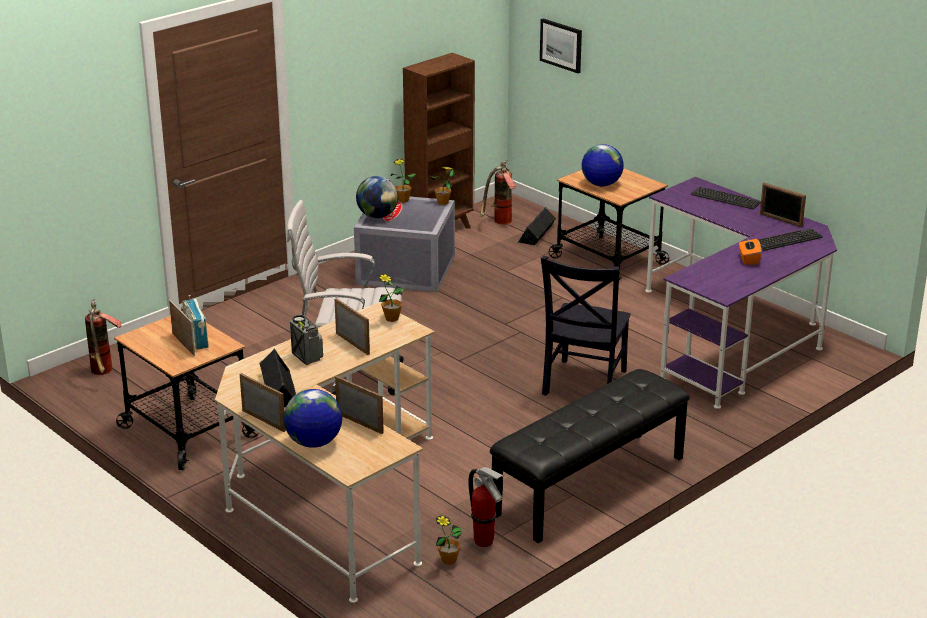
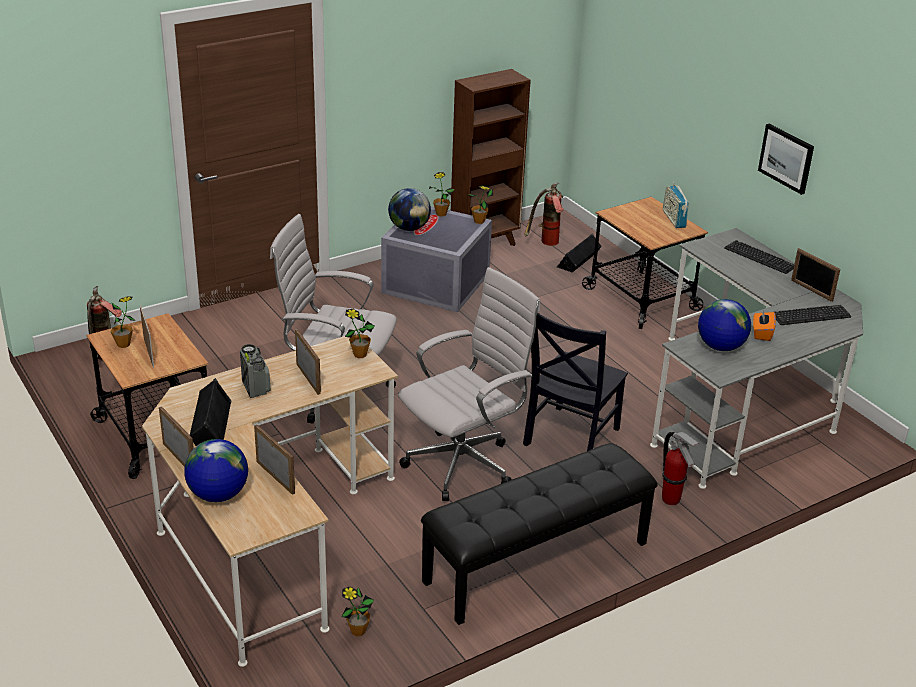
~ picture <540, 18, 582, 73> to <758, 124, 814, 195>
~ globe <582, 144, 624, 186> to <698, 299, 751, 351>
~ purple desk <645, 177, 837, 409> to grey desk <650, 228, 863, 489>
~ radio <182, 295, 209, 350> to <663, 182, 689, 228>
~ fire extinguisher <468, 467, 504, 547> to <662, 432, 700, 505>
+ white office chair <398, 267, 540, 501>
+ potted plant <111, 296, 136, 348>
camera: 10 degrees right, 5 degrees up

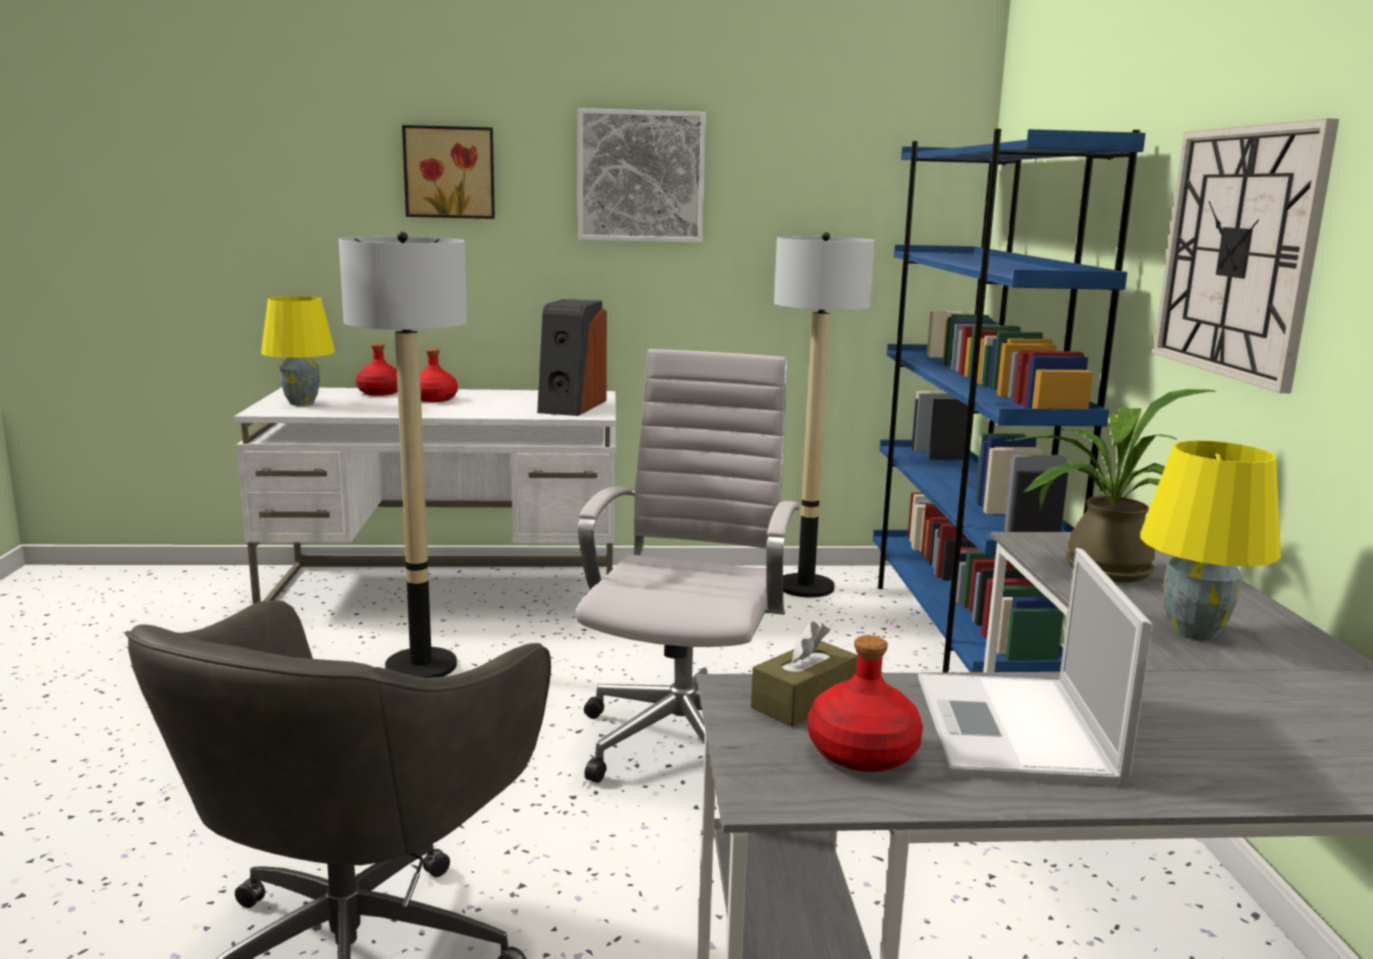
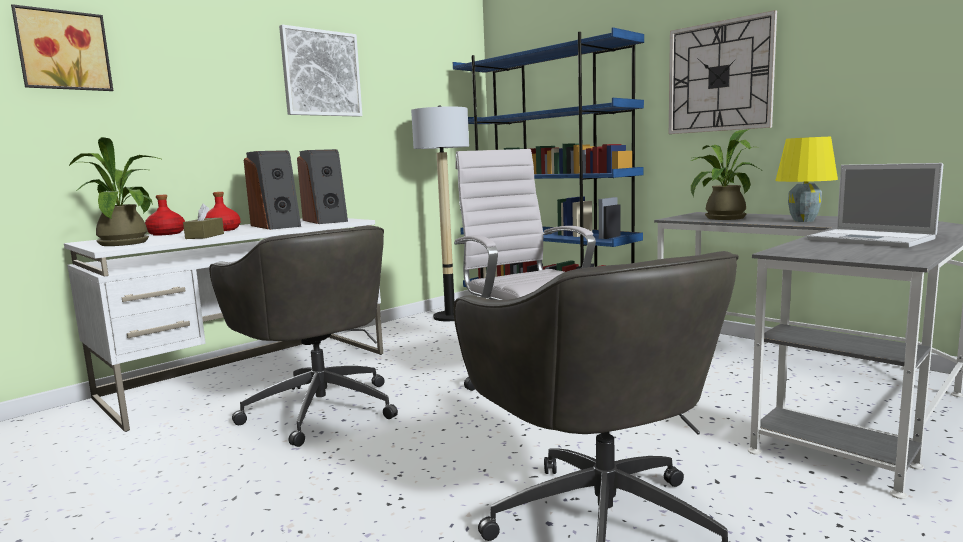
~ picture <402, 125, 495, 219> to <11, 4, 113, 91>
~ floor lamp <339, 232, 467, 678> to grey office chair <209, 226, 398, 447>
~ yellow table lamp <261, 296, 335, 406> to potted plant <69, 137, 163, 246>
~ brown tissue box <751, 622, 858, 727> to <183, 204, 224, 239>
- red bottle <808, 635, 923, 772>
+ speaker <244, 150, 301, 230>
camera: 40 degrees left, 5 degrees down

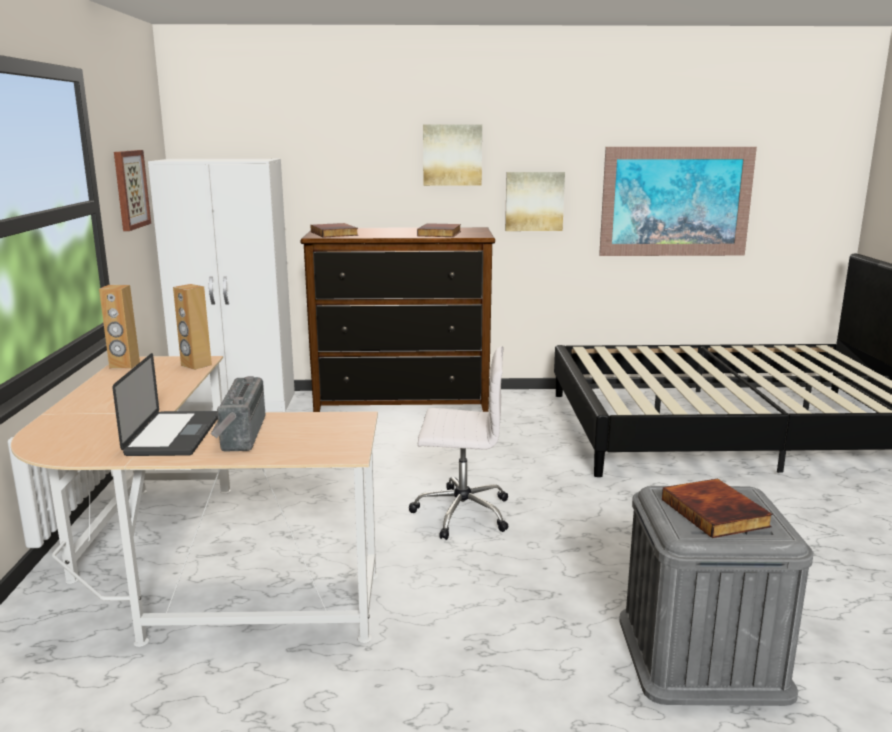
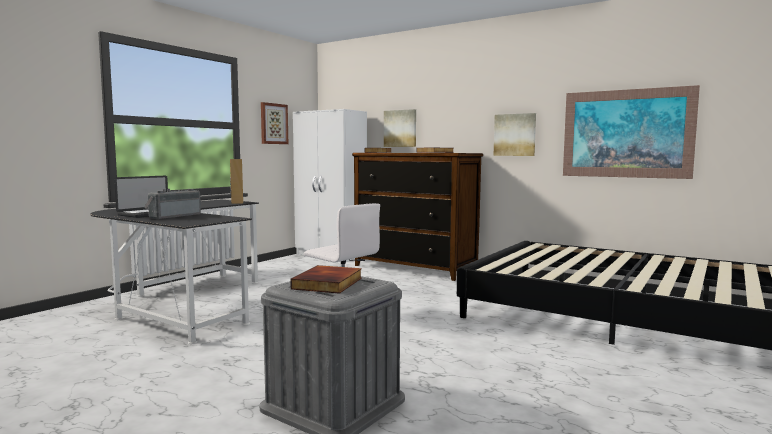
~ picture <423, 125, 482, 186> to <384, 109, 416, 147>
- brown speaker <99, 285, 140, 369>
~ beige desk <11, 356, 379, 647> to black desk <90, 200, 259, 344>
camera: 35 degrees right, 10 degrees down

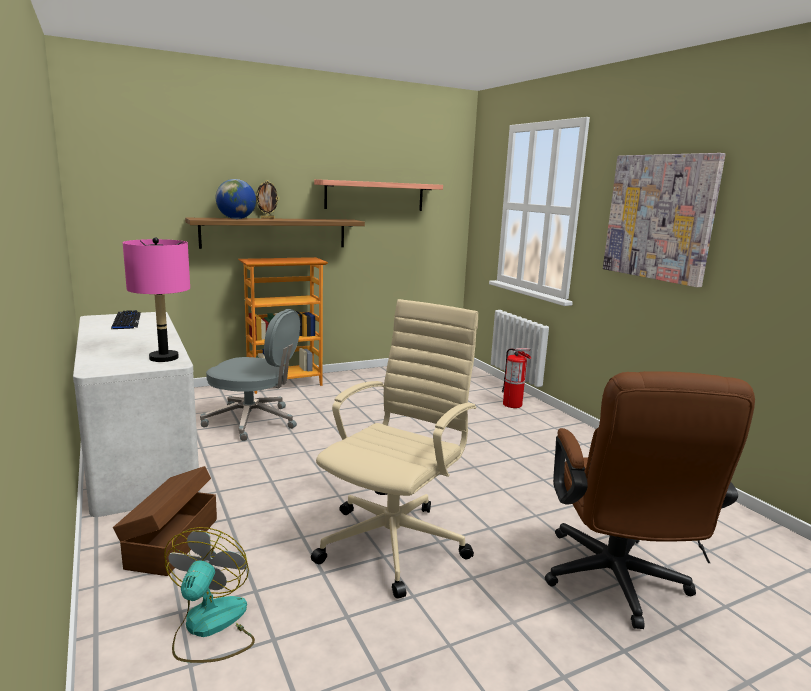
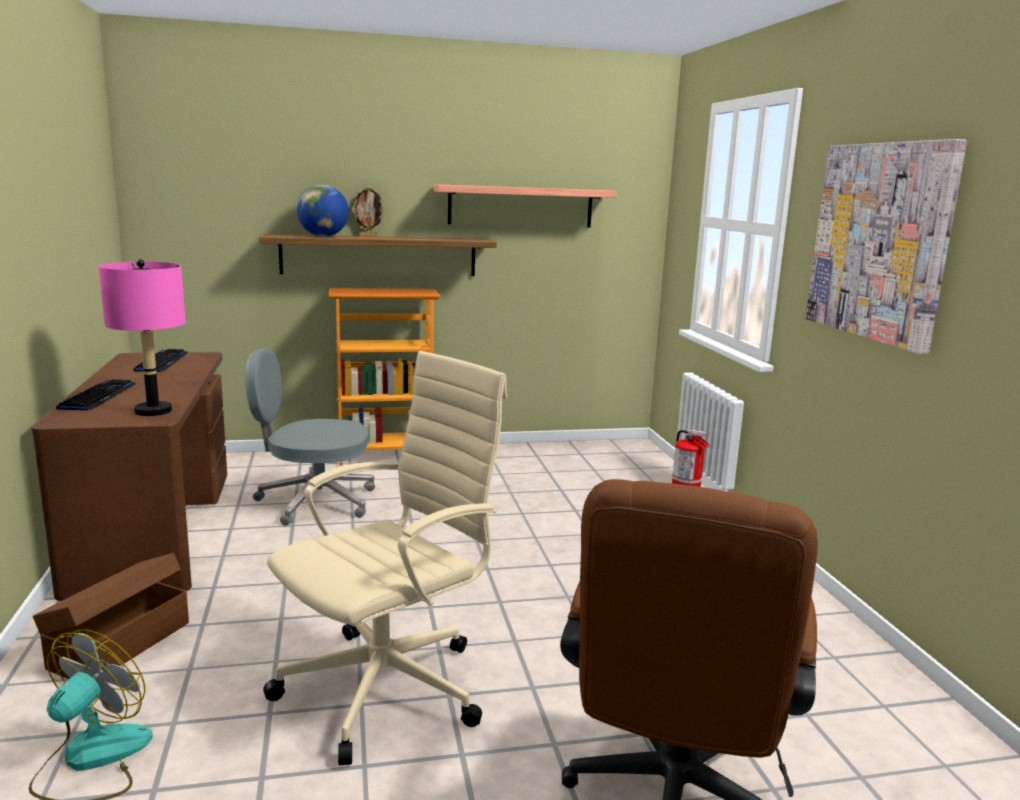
~ grey office chair <200, 309, 300, 441> = <245, 348, 375, 526> 150 degrees clockwise
~ white desk <73, 312, 200, 517> to brown desk <31, 352, 227, 601>
+ keyboard <56, 379, 137, 410>
camera: 15 degrees right, 0 degrees up

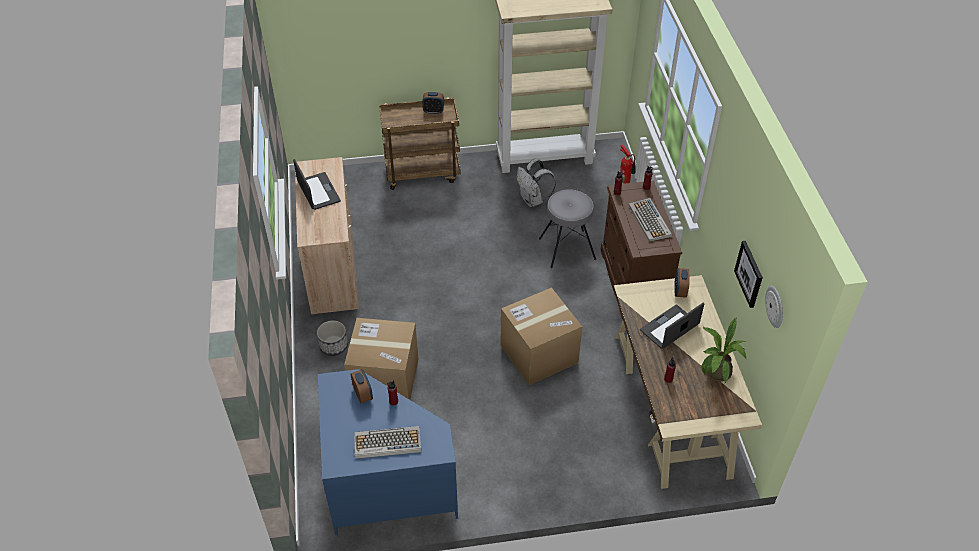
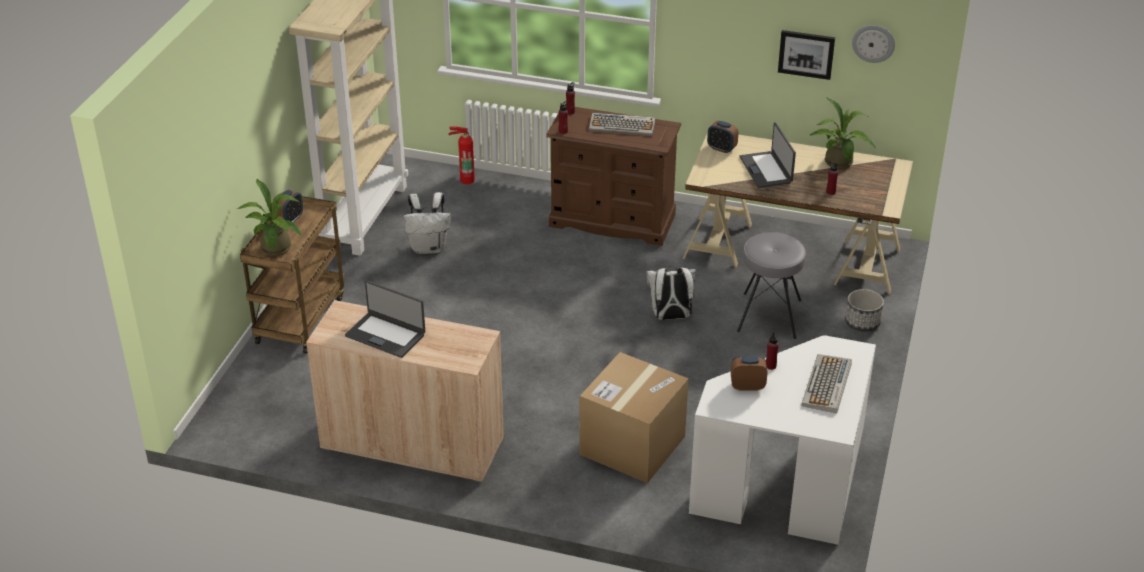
~ laptop <293, 159, 341, 210> = <345, 280, 425, 358> 150 degrees counterclockwise
~ grey stool <539, 189, 596, 268> to <737, 232, 806, 339>
~ cardboard box <501, 287, 582, 385> to white backpack <646, 266, 696, 320>
~ planter <317, 321, 348, 356> to <845, 289, 884, 332>
~ blue desk <318, 369, 458, 535> to white desk <689, 335, 876, 545>
+ potted plant <237, 179, 302, 256>
camera: 65 degrees left, 10 degrees down

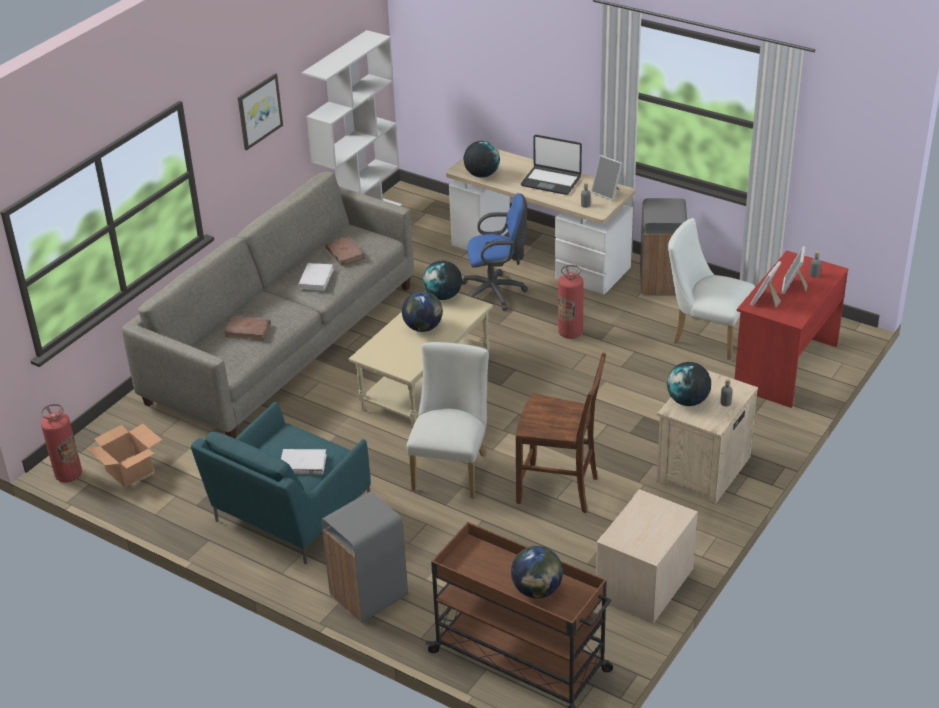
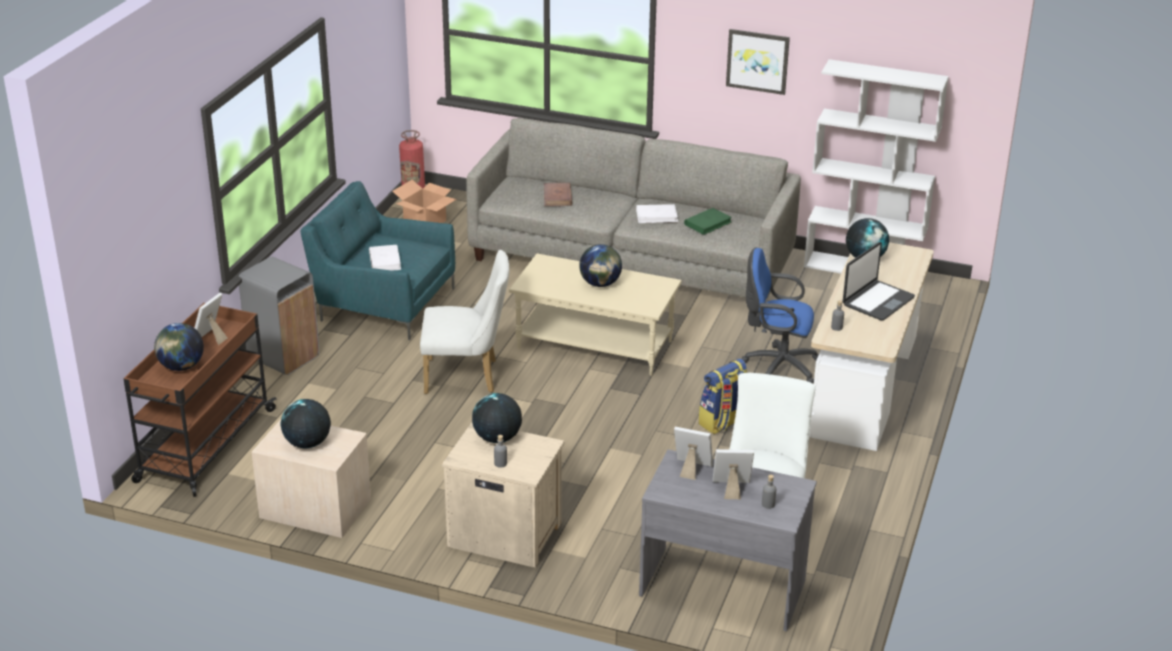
~ laptop <521, 135, 582, 195> = <843, 242, 915, 320> 150 degrees counterclockwise
~ picture frame <591, 155, 622, 201> to <195, 293, 227, 345>
~ blue office chair <462, 193, 528, 311> = <742, 248, 819, 383> 120 degrees clockwise
- grey trash can <640, 198, 687, 296>
~ brown book <325, 237, 365, 266> to green book <684, 208, 732, 235>
~ red desk <735, 251, 848, 408> to grey desk <639, 449, 817, 631>
~ globe <423, 261, 462, 300> to <281, 399, 331, 448>
~ fire extinguisher <558, 265, 584, 339> to backpack <699, 358, 748, 434>
- brown chair <516, 353, 606, 513>
camera: 75 degrees right, 5 degrees down

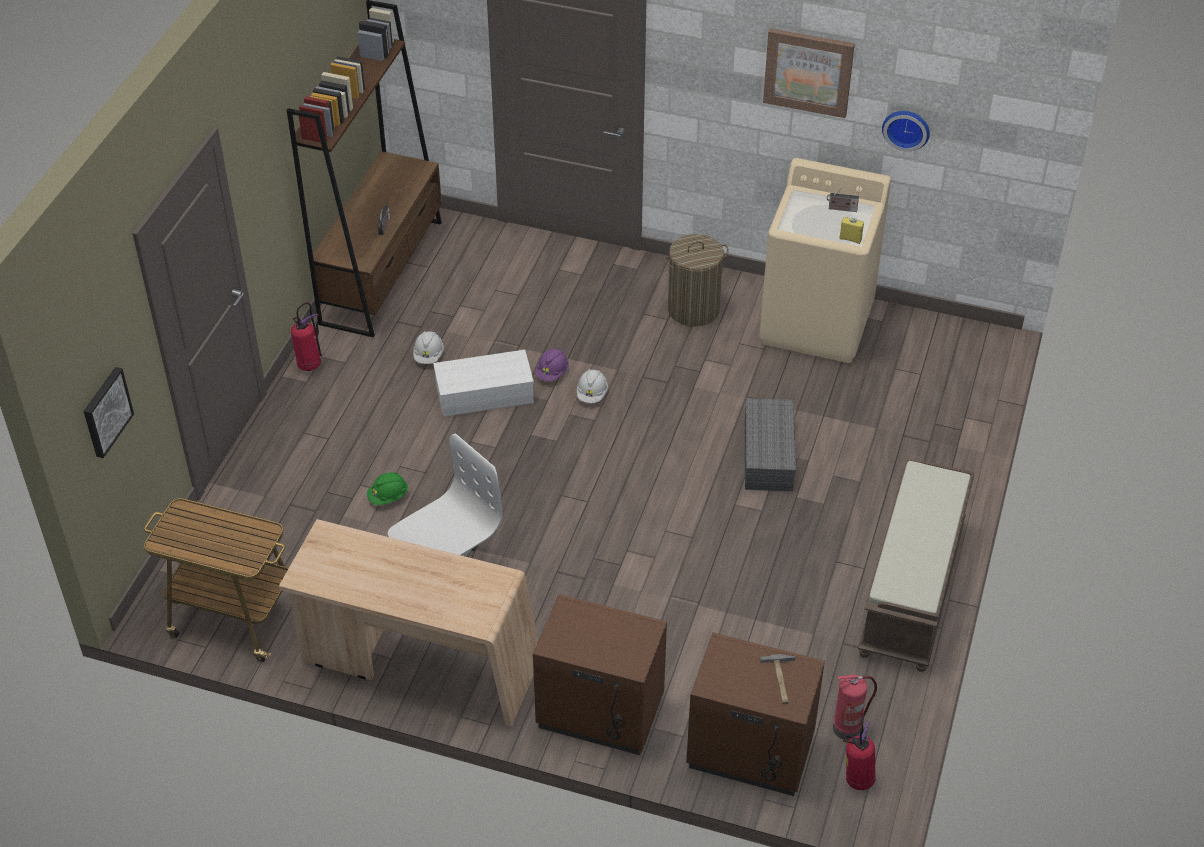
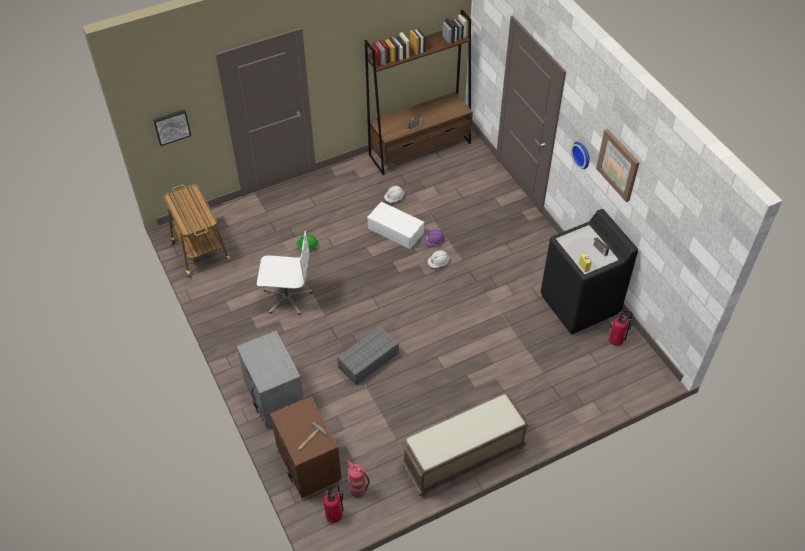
~ wall clock <882, 111, 930, 152> to <571, 142, 590, 169>
~ beige washing machine <760, 158, 891, 363> to black washing machine <541, 209, 638, 334>
- laundry basket <664, 234, 729, 327>
~ fire extinguisher <291, 302, 322, 371> to <609, 311, 634, 346>
~ grey storage box <745, 398, 796, 491> to <337, 326, 399, 385>
- beige desk <279, 519, 538, 727>
~ brown nightstand <533, 594, 667, 755> to grey nightstand <236, 331, 304, 428>
camera: 45 degrees right, 5 degrees up

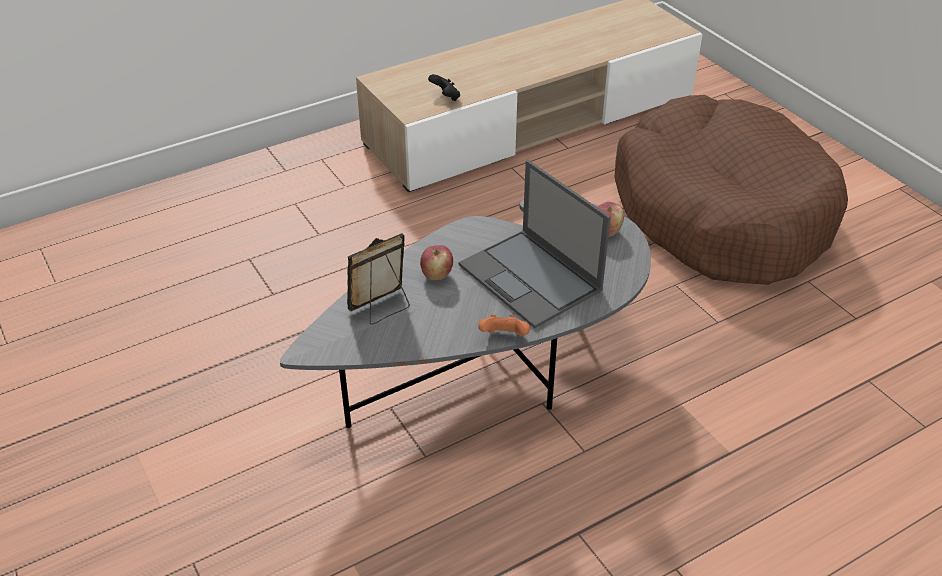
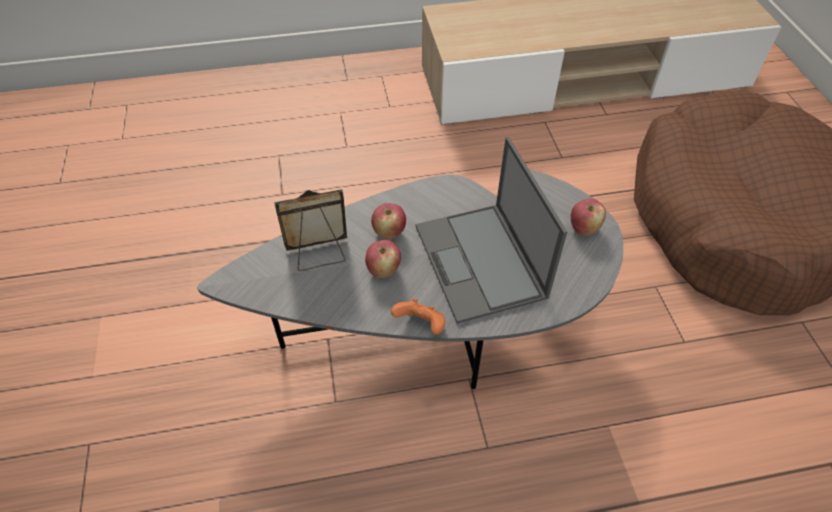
- black game controller <428, 74, 460, 101>
+ apple <365, 240, 401, 278>
camera: 20 degrees right, 10 degrees up

